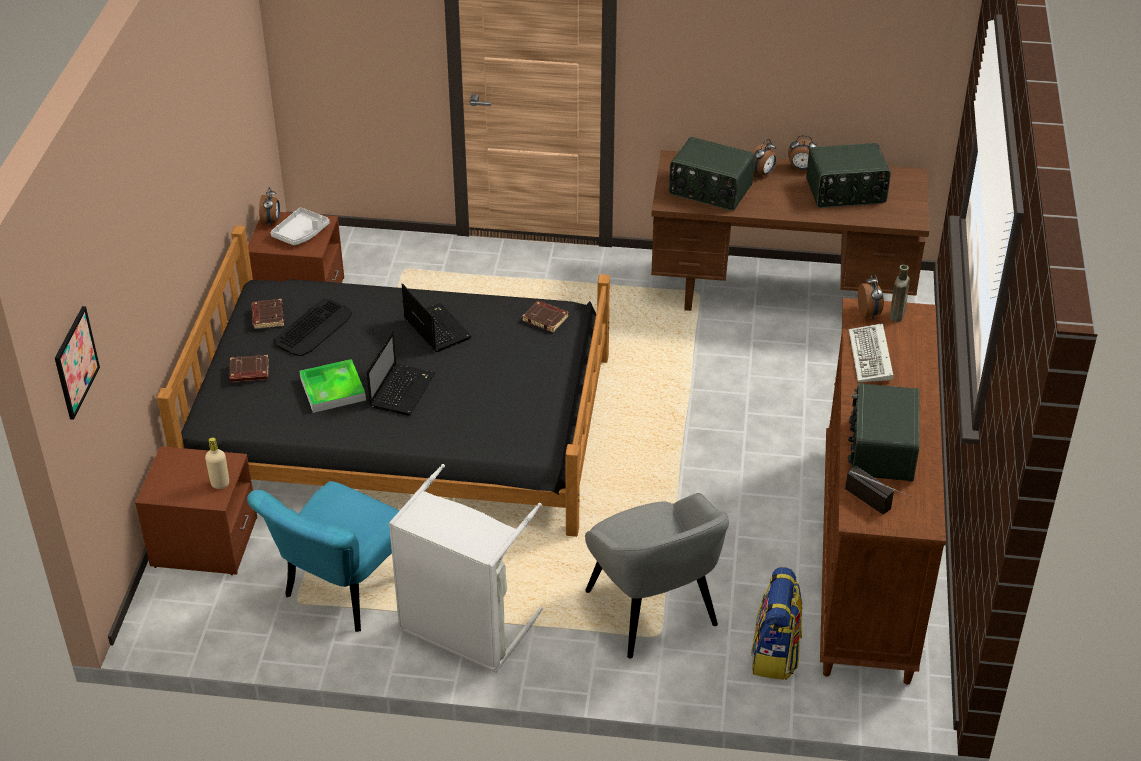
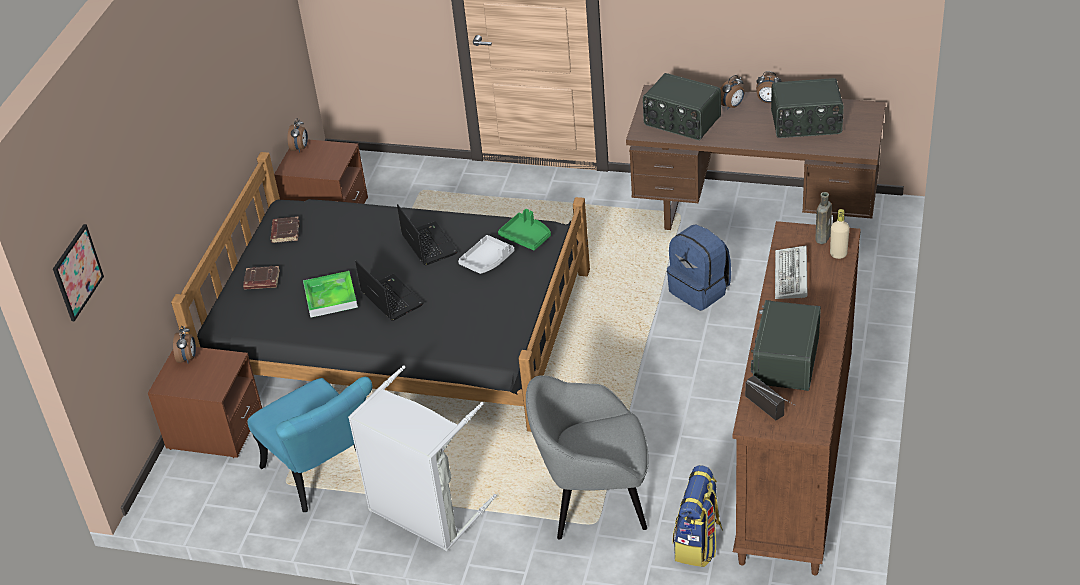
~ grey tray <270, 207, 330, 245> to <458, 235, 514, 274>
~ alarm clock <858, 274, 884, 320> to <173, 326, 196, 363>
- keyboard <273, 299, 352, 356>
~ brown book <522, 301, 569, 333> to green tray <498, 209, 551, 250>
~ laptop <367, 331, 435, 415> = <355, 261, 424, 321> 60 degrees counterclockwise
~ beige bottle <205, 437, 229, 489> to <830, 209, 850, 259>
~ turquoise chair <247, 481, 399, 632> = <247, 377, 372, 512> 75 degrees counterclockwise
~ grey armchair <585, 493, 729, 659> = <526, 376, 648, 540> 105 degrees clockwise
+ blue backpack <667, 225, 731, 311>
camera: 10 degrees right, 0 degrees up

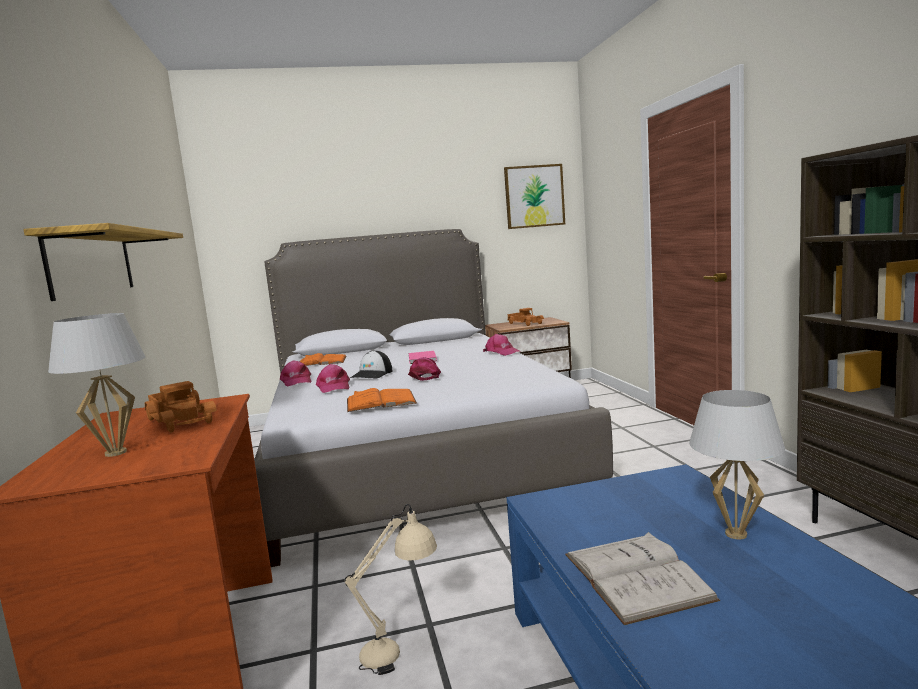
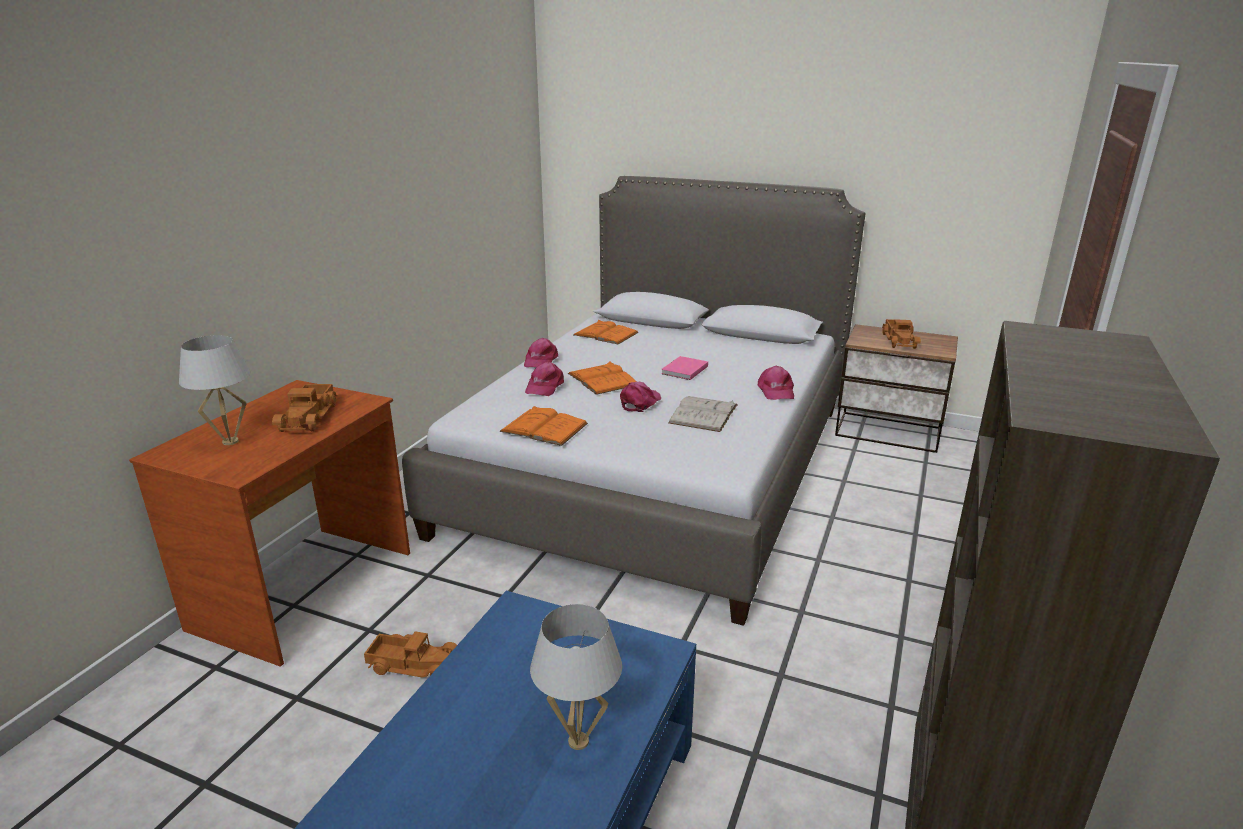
- picture <504, 164, 565, 229>
- shelf <24, 223, 183, 301>
~ cap <350, 350, 393, 378> to orange book <568, 361, 637, 395>
~ beige table lamp <344, 504, 437, 675> to toy truck <364, 632, 457, 678>
~ white book <565, 532, 720, 625> to <668, 396, 738, 432>
camera: 35 degrees right, 15 degrees up

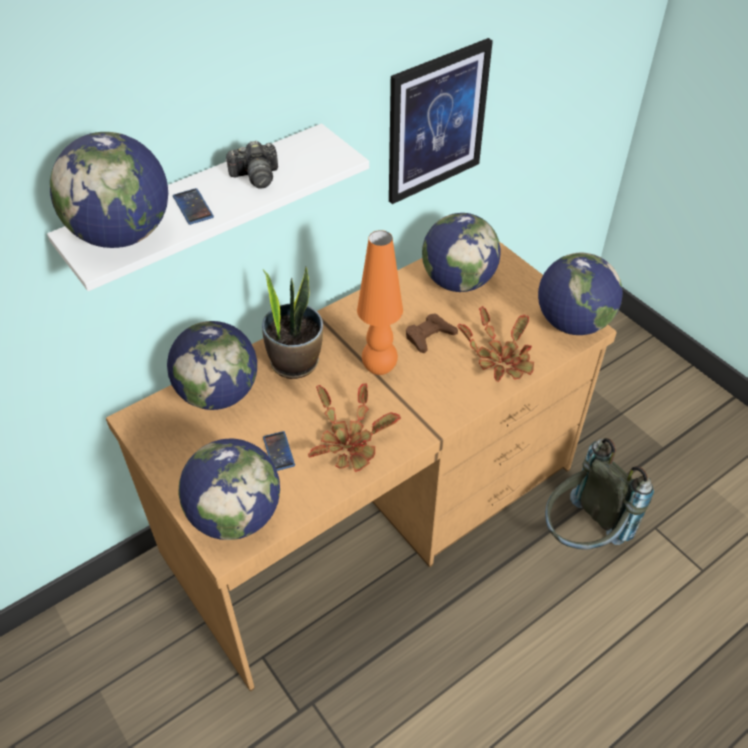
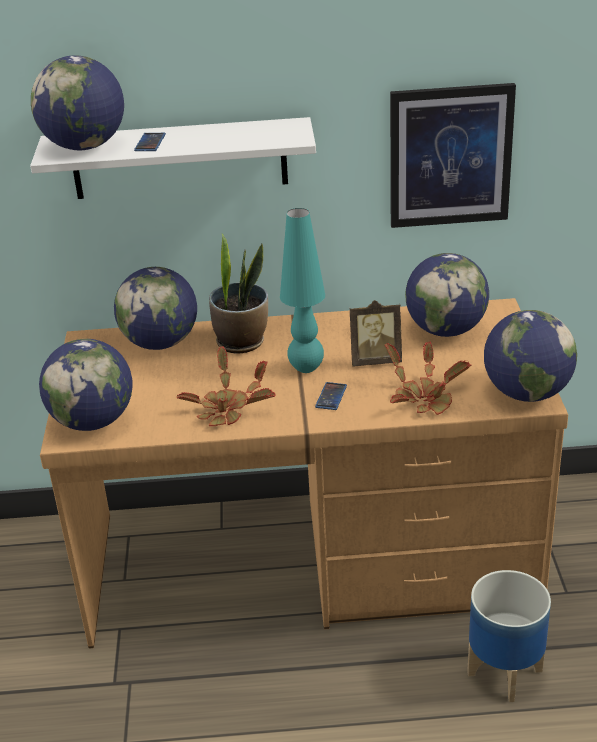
- photo camera <225, 140, 278, 189>
~ orange table lamp <357, 230, 403, 375> to turquoise table lamp <280, 208, 325, 373>
~ brown game controller <406, 313, 458, 353> to picture frame <350, 300, 402, 366>
~ phone <263, 431, 295, 471> to <315, 382, 347, 410>
~ grey backpack <545, 438, 654, 549> to planter <467, 570, 551, 702>
camera: 35 degrees right, 15 degrees down

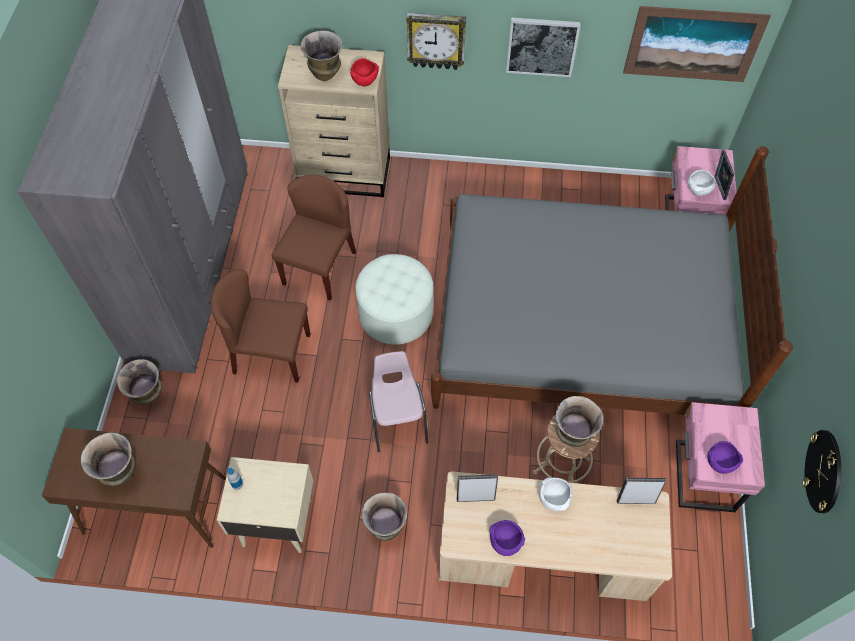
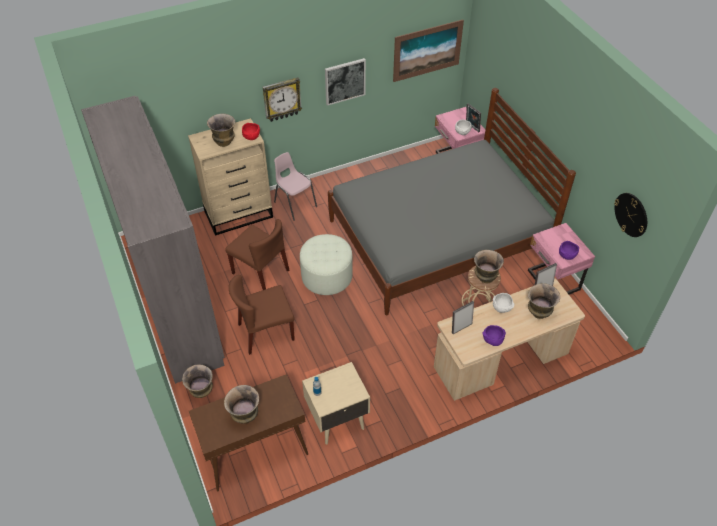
~ brown chair <272, 175, 356, 301> = <225, 219, 289, 290> 135 degrees clockwise
~ pink chair <369, 351, 428, 453> to <274, 152, 317, 221>
~ vase <362, 493, 407, 541> to <528, 283, 560, 319>
camera: 30 degrees left, 10 degrees down

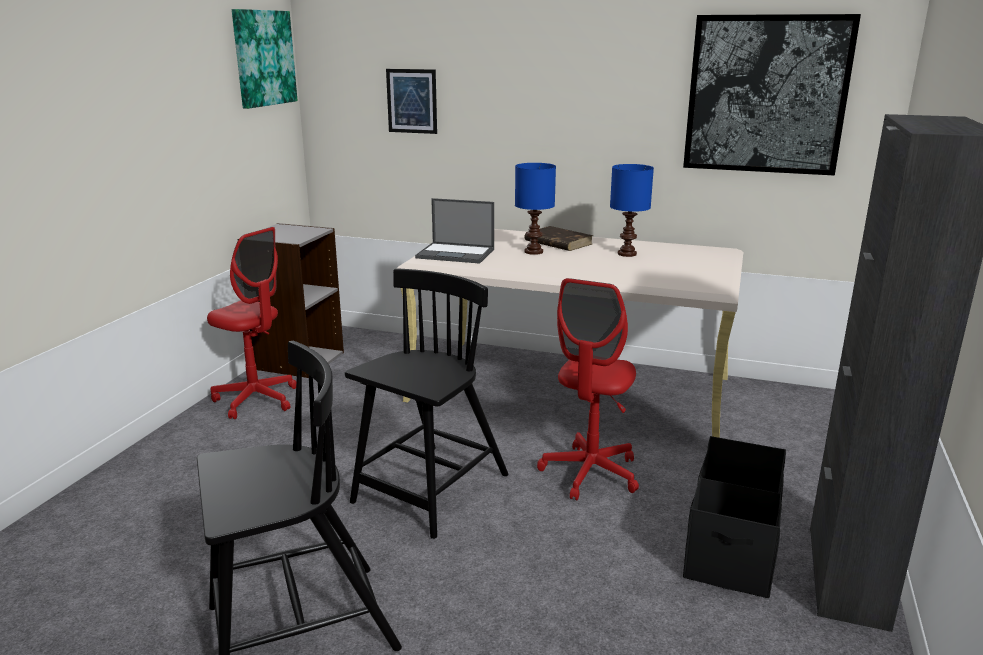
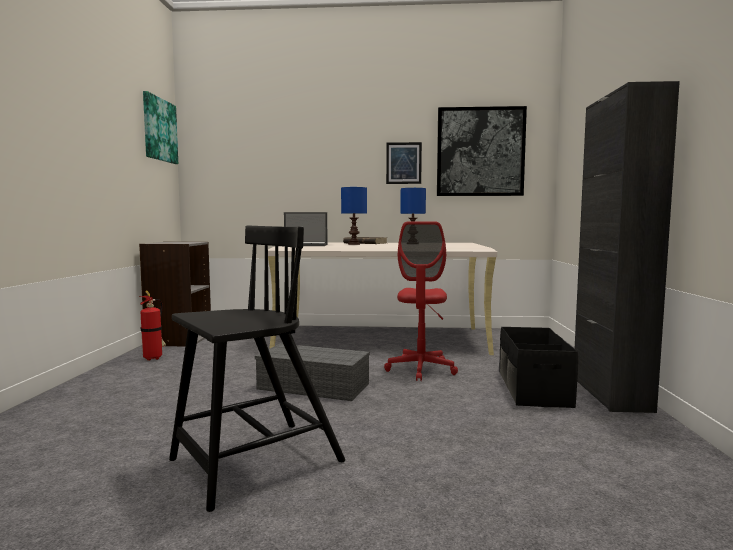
~ picture <386, 69, 437, 134> to <386, 142, 422, 184>
~ red office chair <207, 227, 296, 419> to fire extinguisher <139, 290, 166, 361>
~ black chair <345, 269, 508, 539> to grey storage box <255, 344, 370, 401>
camera: 15 degrees left, 15 degrees down

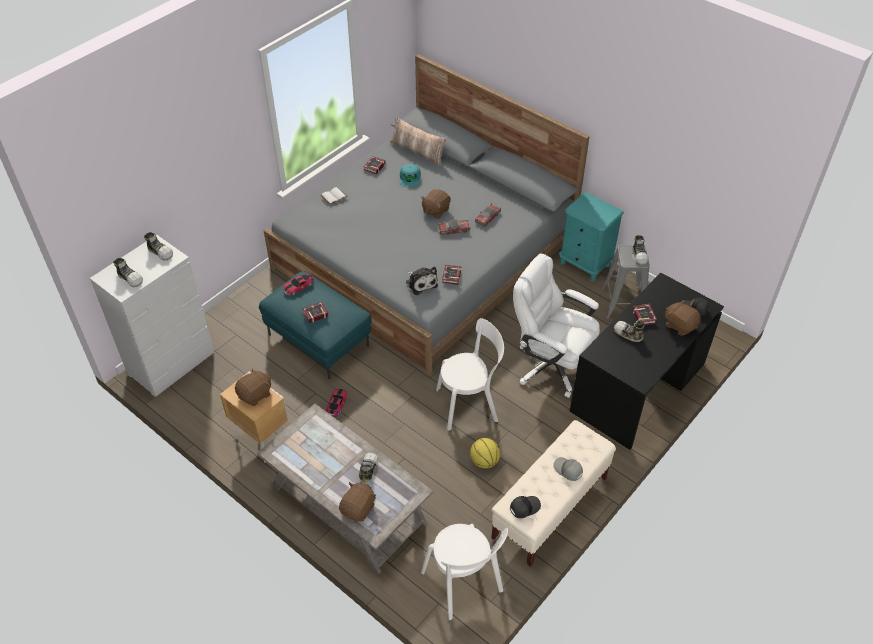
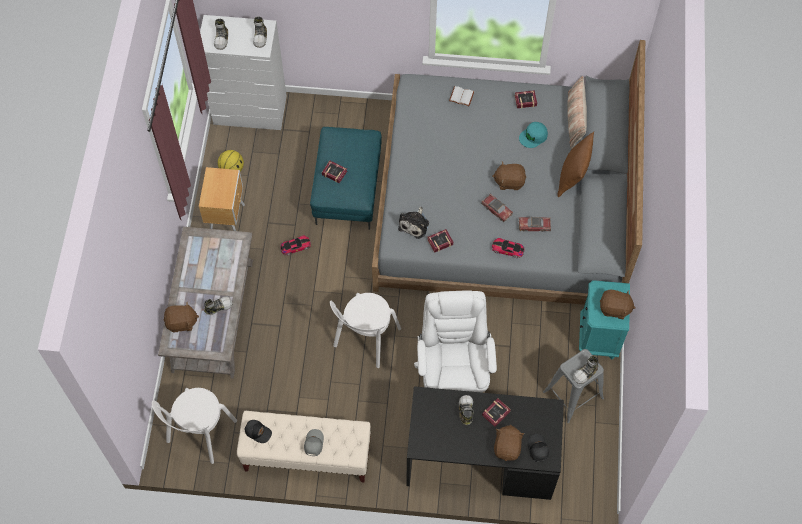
~ toy car <283, 273, 314, 296> to <492, 238, 524, 258>
~ white chair <436, 318, 504, 430> = <330, 293, 401, 368> 75 degrees clockwise
~ brown plush toy <235, 368, 271, 406> to <600, 290, 635, 319>
~ basketball <470, 438, 500, 469> to <218, 150, 244, 171>
+ brown pillow <558, 132, 594, 197>
camera: 55 degrees right, 15 degrees up

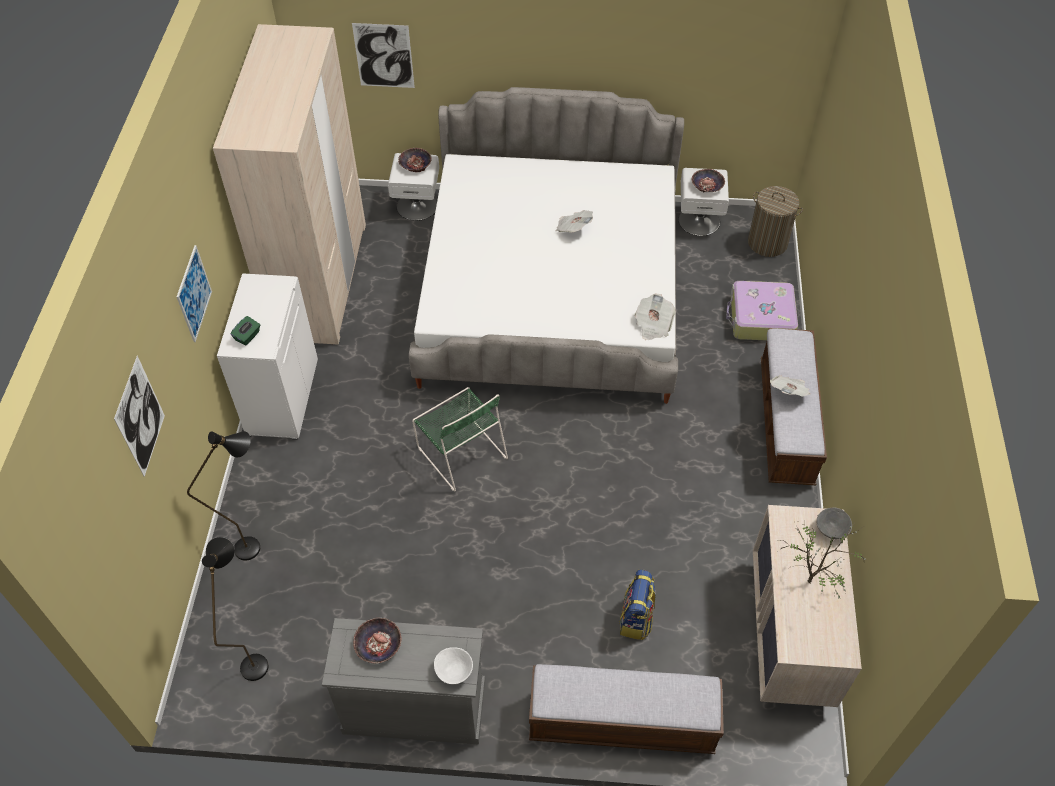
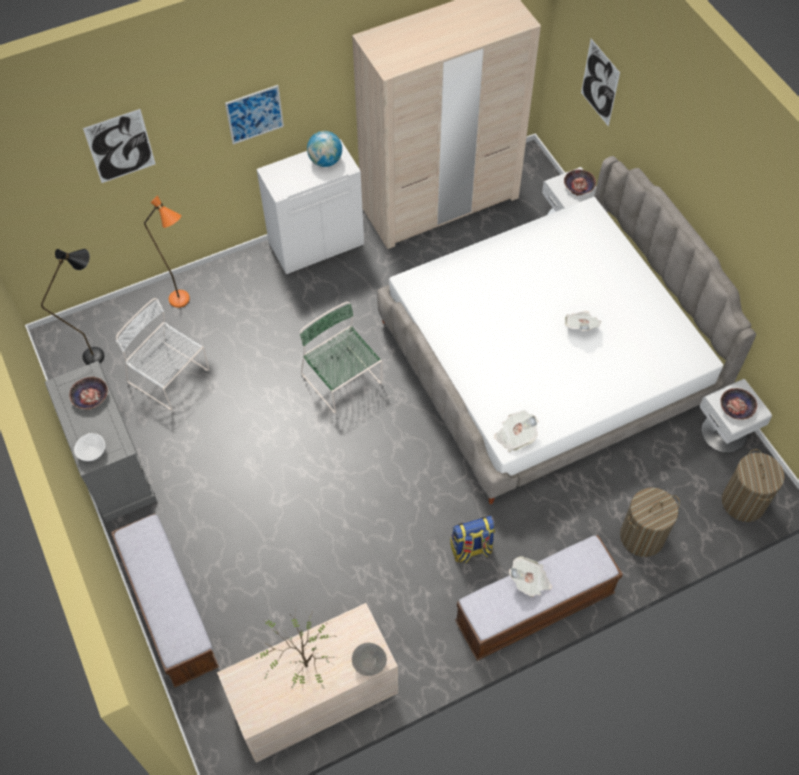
~ suitcase <726, 281, 798, 341> to laundry basket <620, 487, 680, 557>
- green tissue box <230, 316, 260, 345>
~ green chair <412, 387, 508, 491> = <300, 302, 382, 414> 120 degrees clockwise
~ black floor lamp <187, 431, 260, 561> to orange floor lamp <144, 195, 190, 308>
~ backpack <619, 569, 656, 640> to <450, 516, 495, 563>
+ globe <307, 131, 342, 167>
+ white chair <116, 298, 209, 410>
camera: 60 degrees right, 5 degrees up

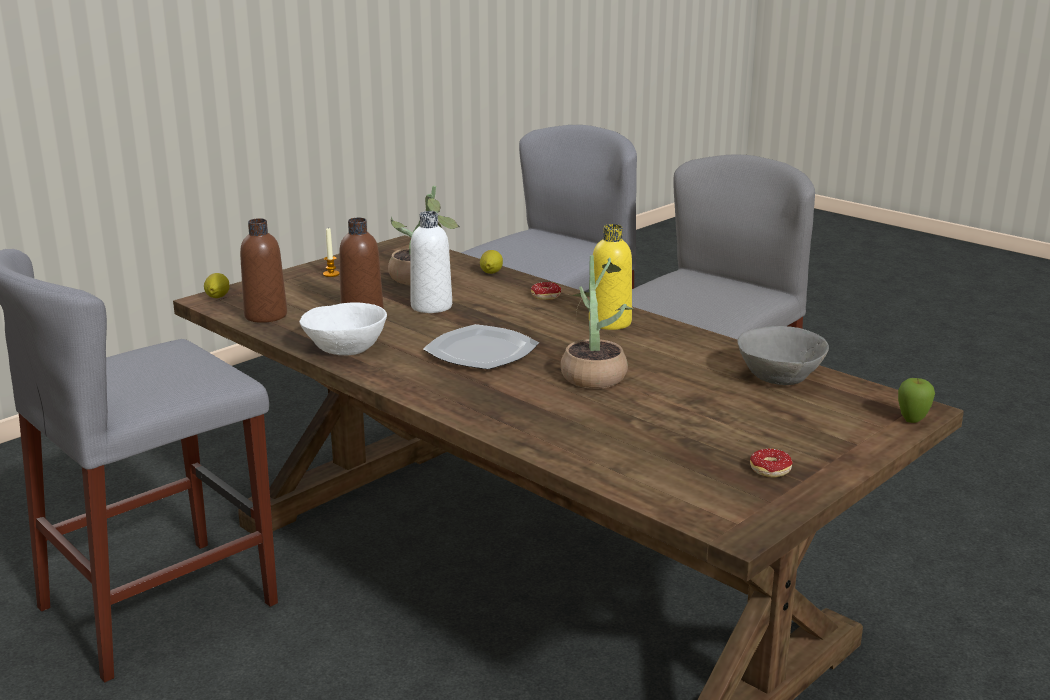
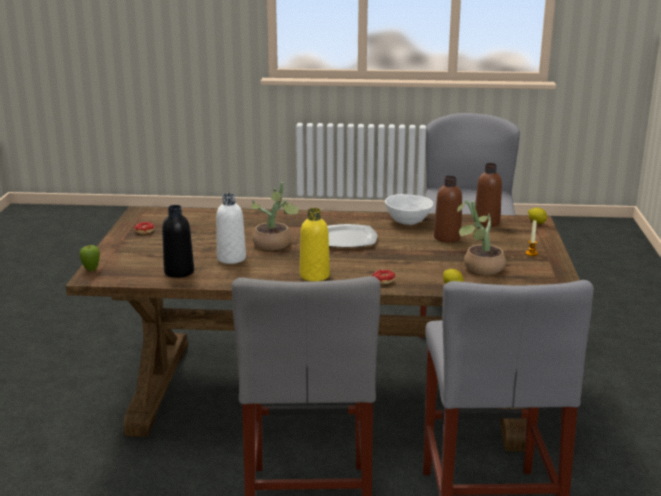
~ white bottle <410, 211, 452, 313> to <216, 193, 246, 264>
~ grey bowl <737, 326, 829, 385> to black bottle <162, 205, 194, 278>
camera: 140 degrees right, 0 degrees up

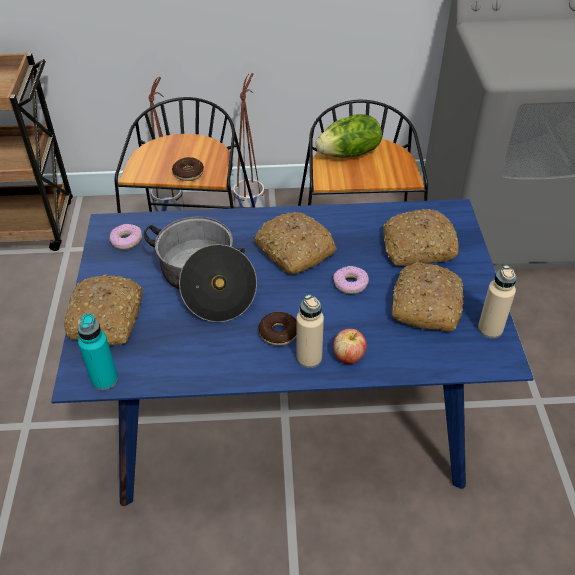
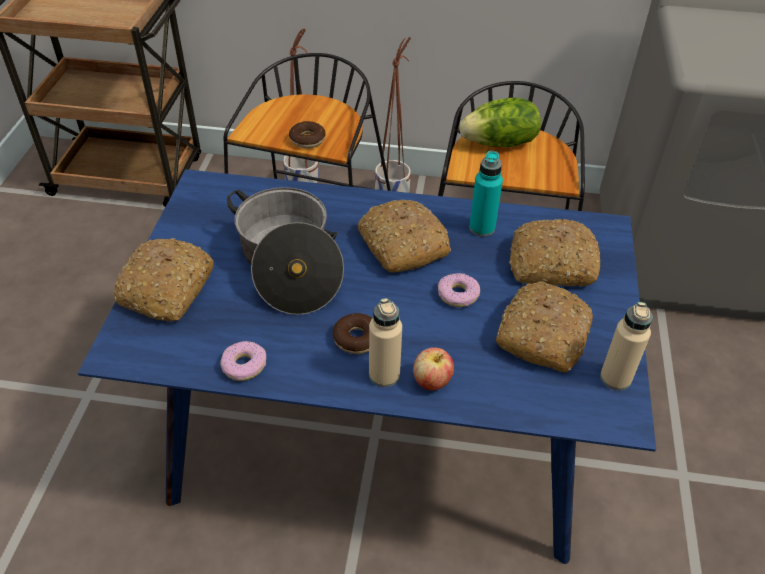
~ donut <110, 224, 142, 250> to <220, 341, 266, 381>
~ turquoise bottle <77, 313, 118, 390> to <469, 151, 503, 237>
camera: 10 degrees right, 0 degrees up

